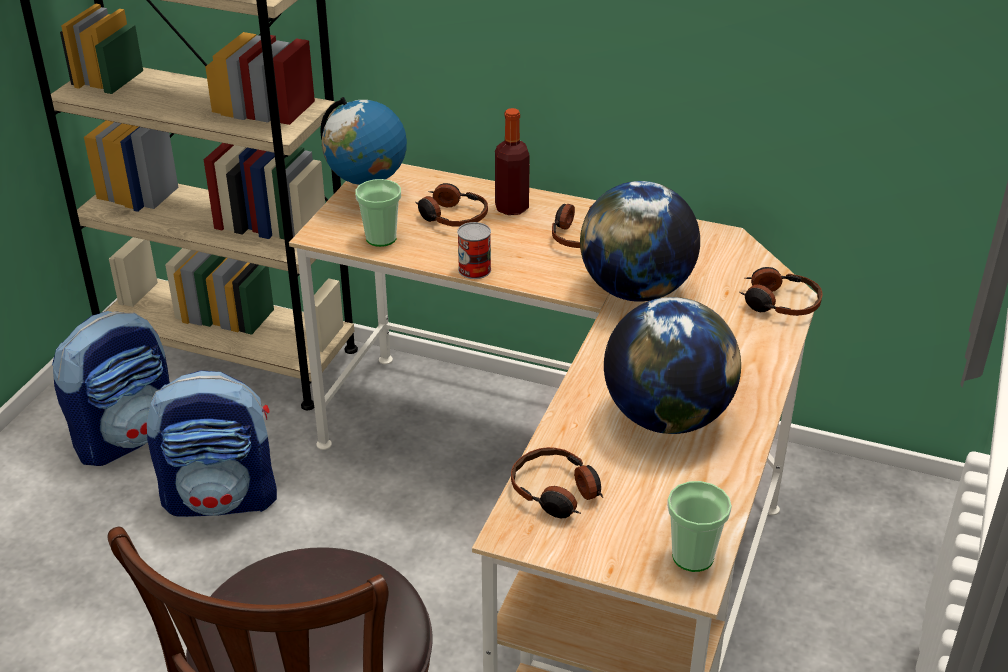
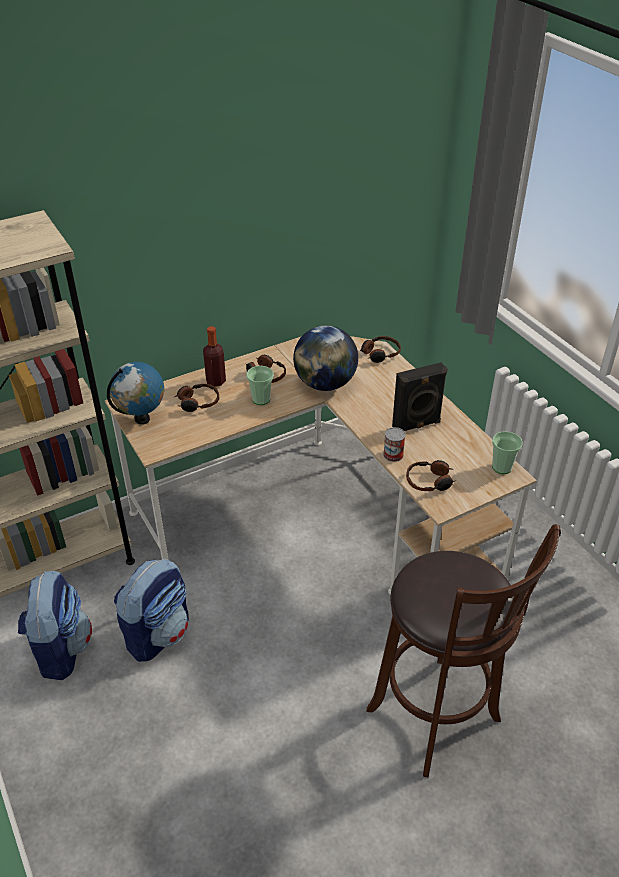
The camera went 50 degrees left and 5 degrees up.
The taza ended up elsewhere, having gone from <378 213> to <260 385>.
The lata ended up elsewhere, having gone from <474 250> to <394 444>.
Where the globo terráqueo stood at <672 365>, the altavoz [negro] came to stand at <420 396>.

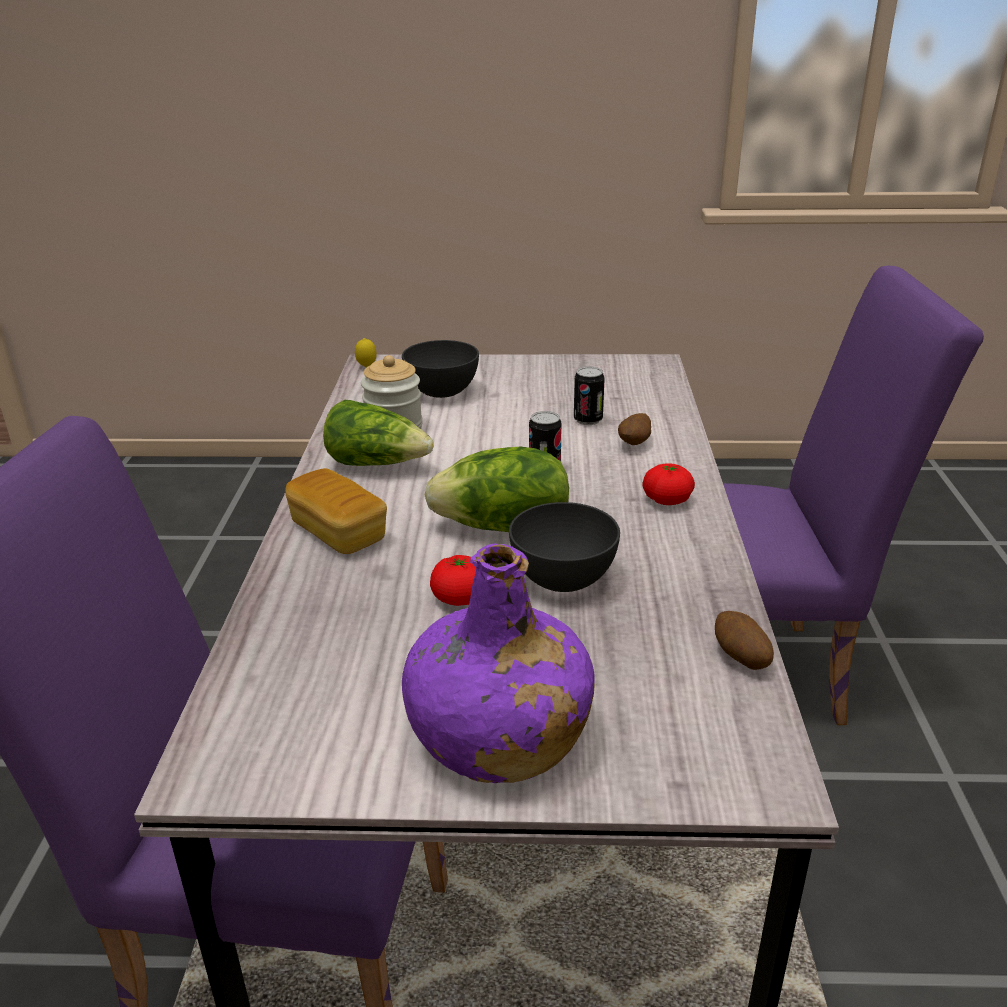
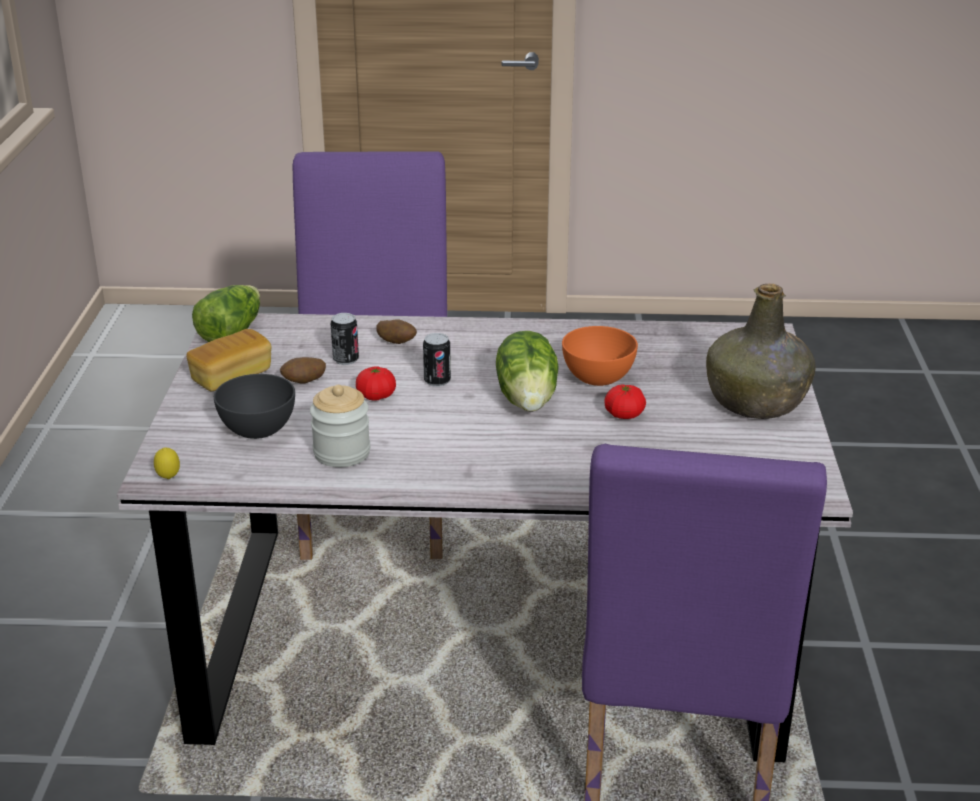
The camera went 90 degrees left and 0 degrees up.
The lechuga ended up elsewhere, having gone from <378 433> to <226 313>.
The tomate ended up elsewhere, having gone from <668 484> to <376 383>.
The pan ended up elsewhere, having gone from <336 511> to <229 360>.
What was the cuenco [gris] at <564 547> turned into the cuenco [naranja] at <600 356>.
What was the botella [morado] at <498 663> turned into the botella [verde] at <761 351>.
The patata ended up elsewhere, having gone from <744 640> to <303 370>.

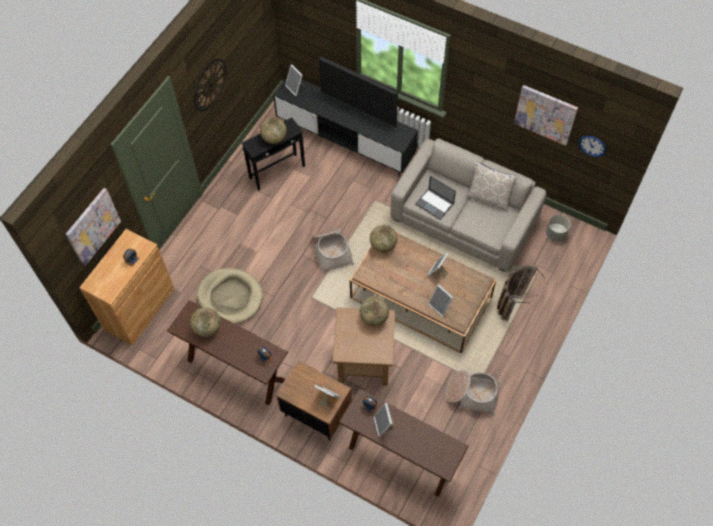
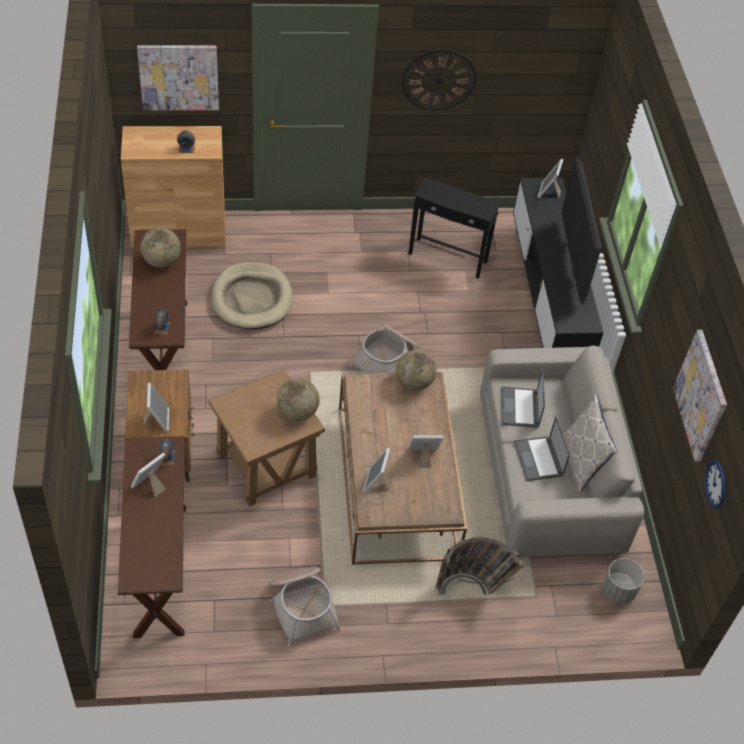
The camera went 50 degrees right and 10 degrees down.
The second view lost the globo terráqueo at <273 130>.
The second view gained the portátil at <542 448>.

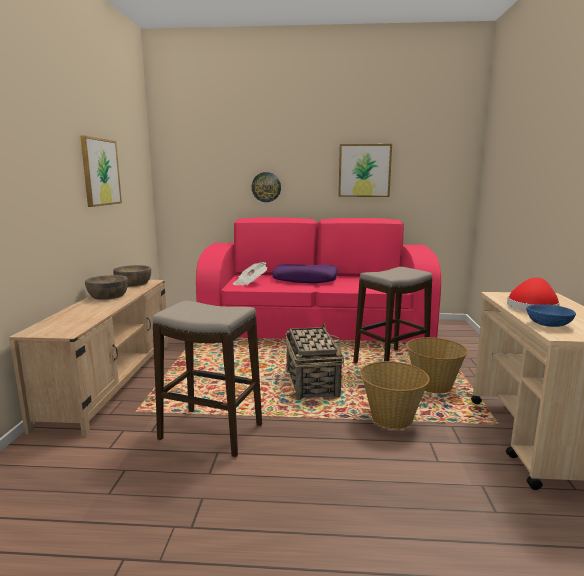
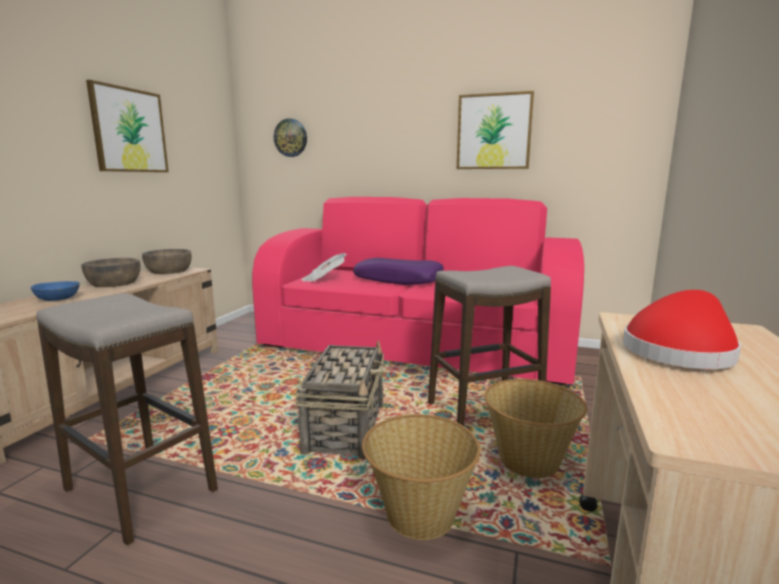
The camera went 15 degrees right and 0 degrees up.
The reloj de pared ended up elsewhere, having gone from <266 187> to <290 137>.
The cuenco [azul] ended up elsewhere, having gone from <551 315> to <55 291>.

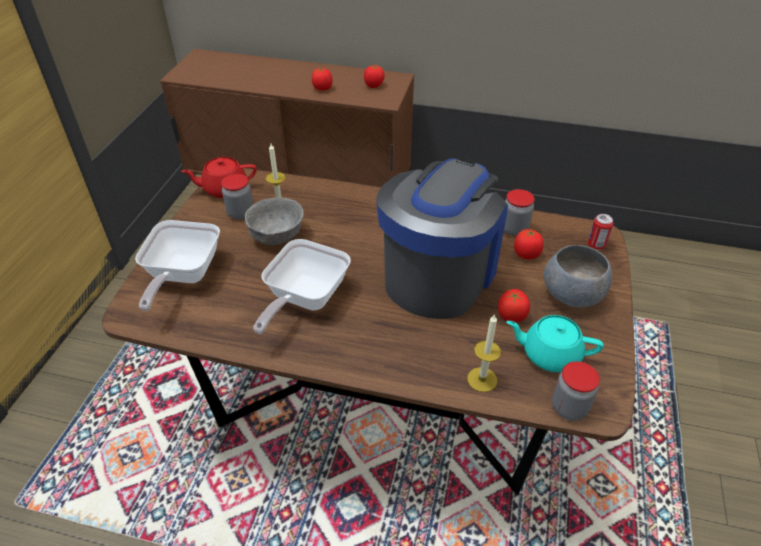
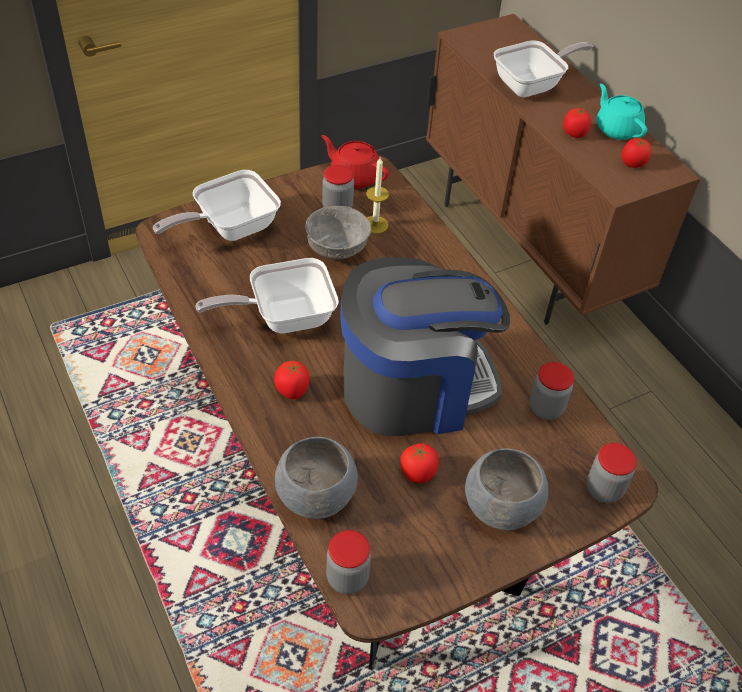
The camera went 45 degrees right and 5 degrees up.
Where the lata stood at <600 231>, the tarro came to stand at <611 473>.
The tomate ended up elsewhere, having gone from <528 243> to <292 380>.
Where the vela stood at <484 353>, the cuenco [gris] came to stand at <316 478>.
The tetera [turquesa] ended up elsewhere, having gone from <555 344> to <622 112>.
The second view gained the sartén at <543 68>.

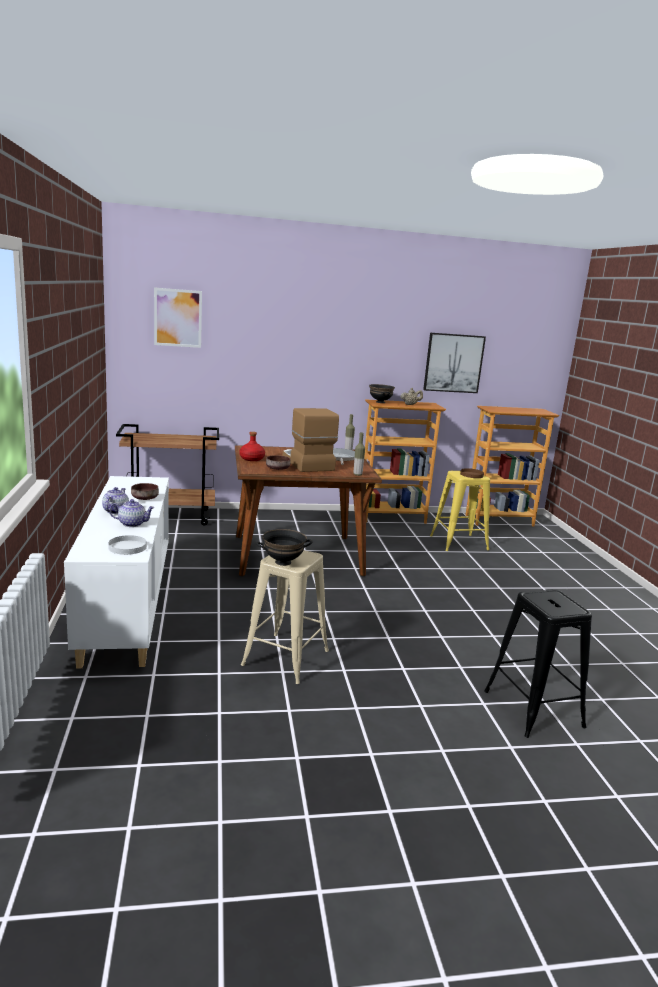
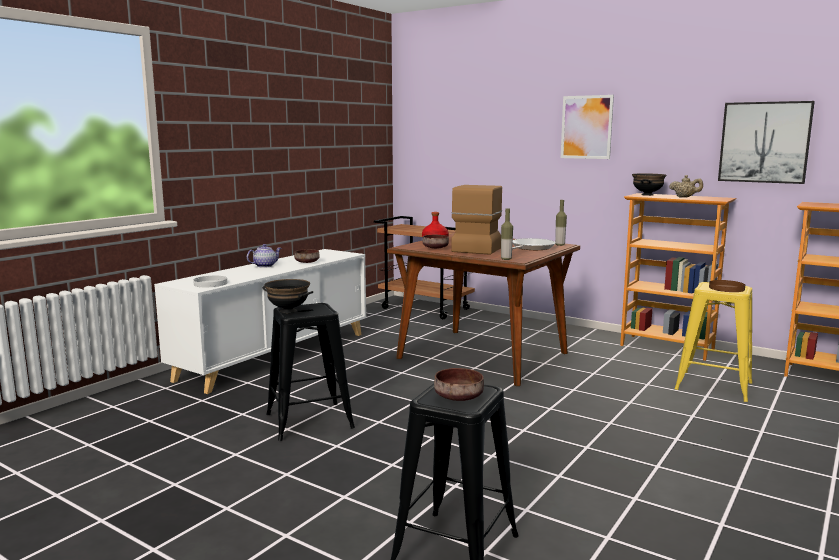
The camera went 45 degrees right and 5 degrees down.
The cuadro ended up elsewhere, having gone from <178 317> to <587 127>.
The second view lost the tetera at <132 513>.
What was the taburete [beis] at <285 617> turned into the taburete [negro] at <310 372>.
The second view gained the cuenco [marrón] at <459 384>.

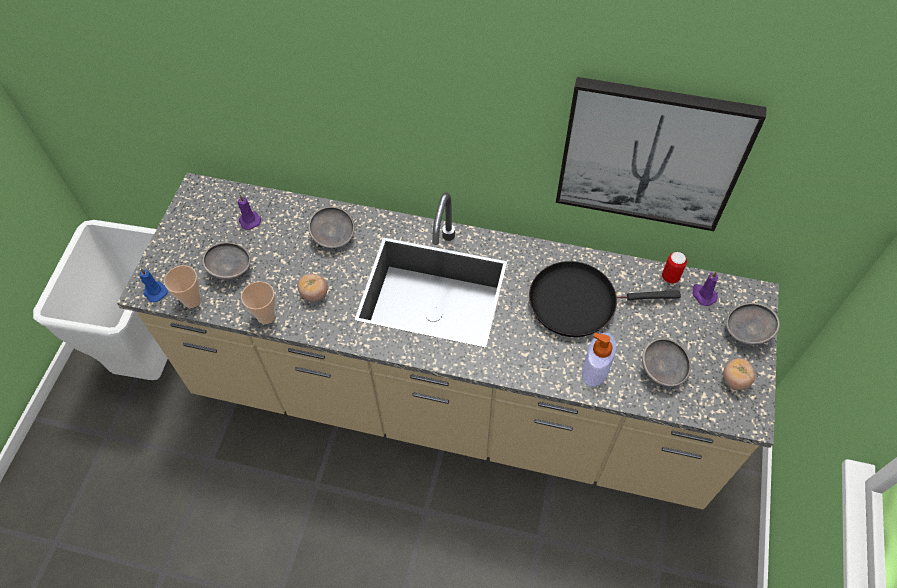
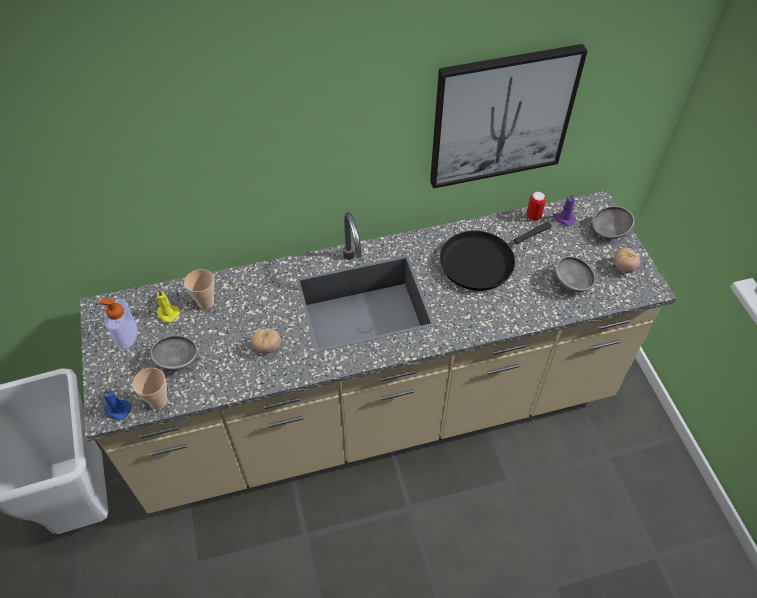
The camera went 30 degrees left and 5 degrees down.
What was the vela [morado] at <249 212> turned into the vela [amarillo] at <168 306>.
The second view lost the cuenco [gris] at <331 227>.
The taza ended up elsewhere, having gone from <258 302> to <199 289>.
The dispensador de jabón ended up elsewhere, having gone from <599 360> to <118 324>.

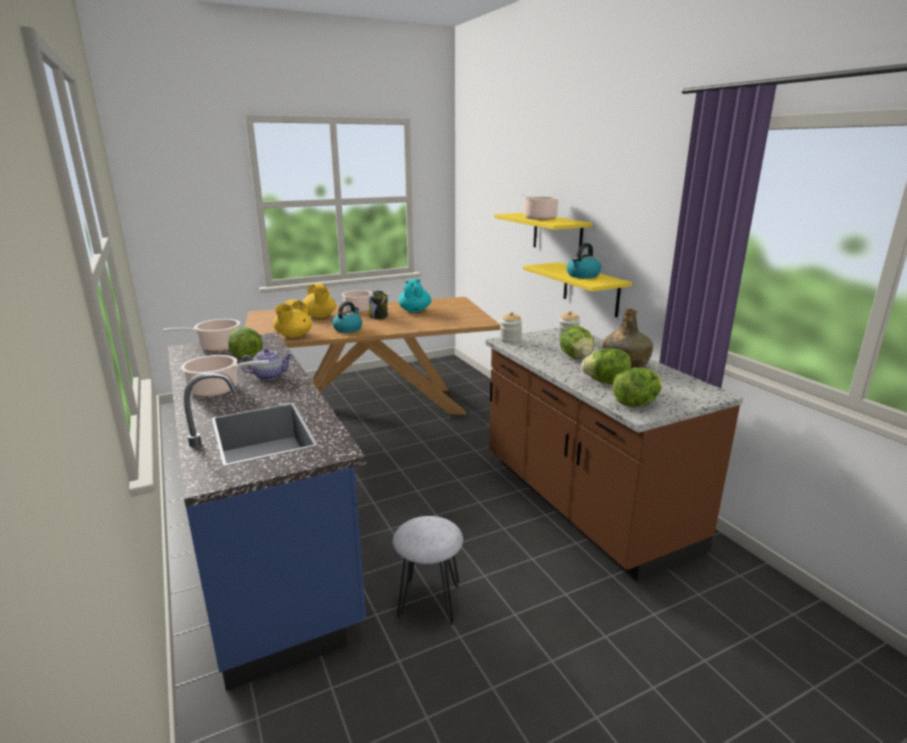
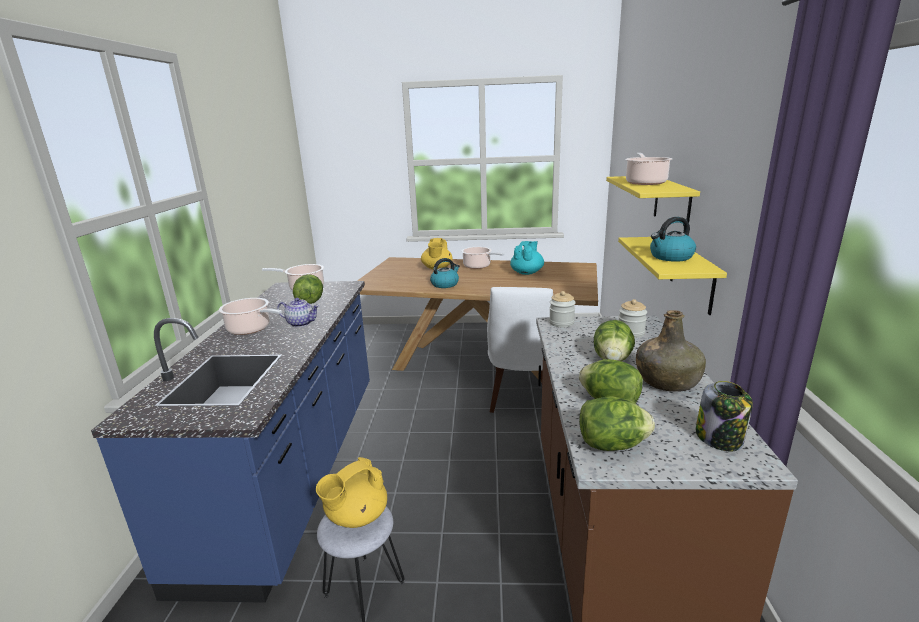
The camera went 30 degrees right and 0 degrees up.
The tarro ended up elsewhere, having gone from <378 304> to <724 416>.
The tetera [amarillo] ended up elsewhere, having gone from <292 318> to <351 492>.
The second view gained the silla [blanco] at <520 350>.

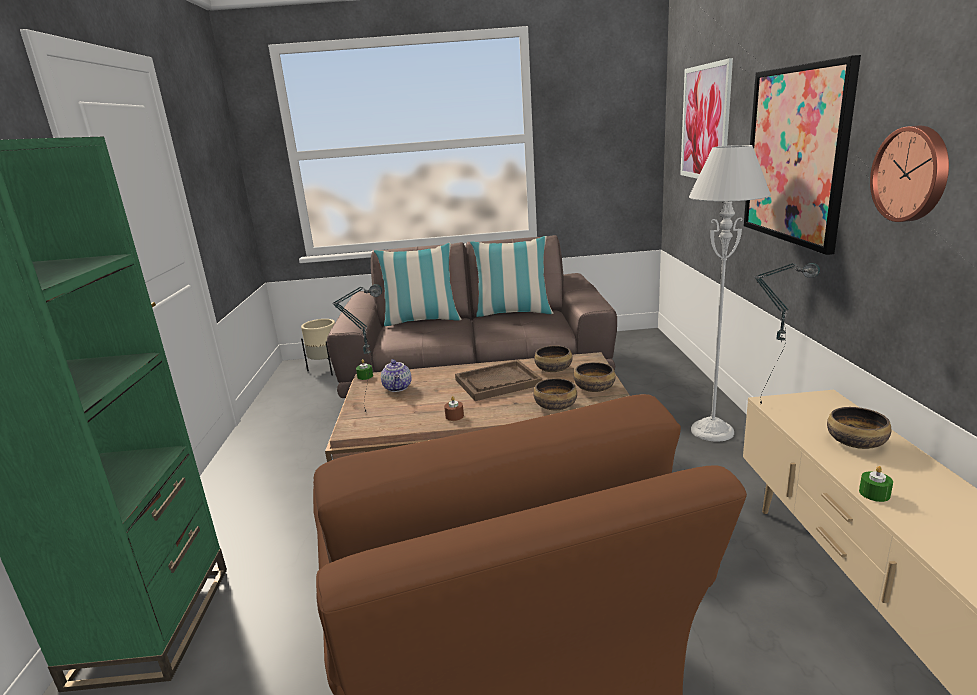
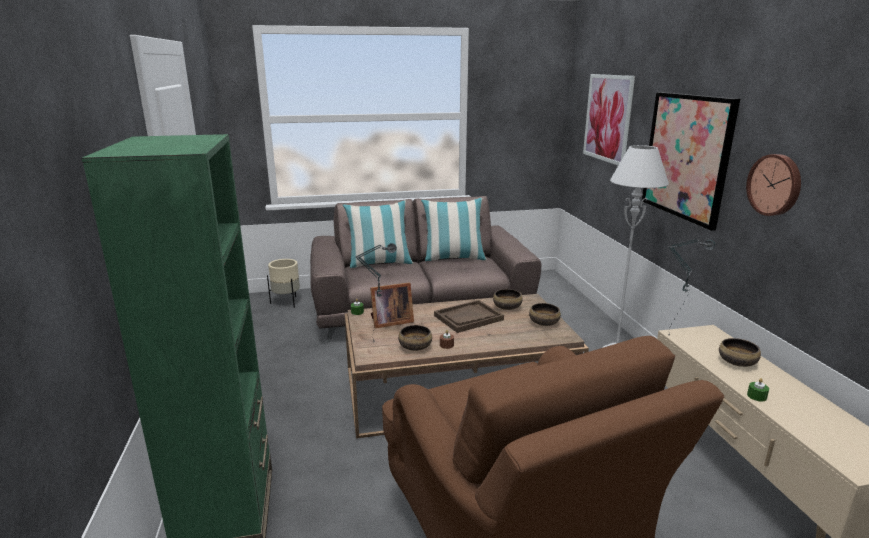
The camera went 10 degrees left and 0 degrees up.
Where the tetera stood at <396 375>, the portarretratos came to stand at <392 305>.
The cuenco ended up elsewhere, having gone from <555 394> to <415 338>.

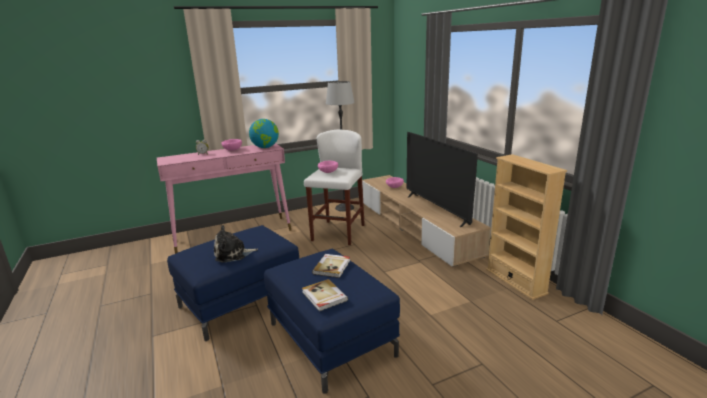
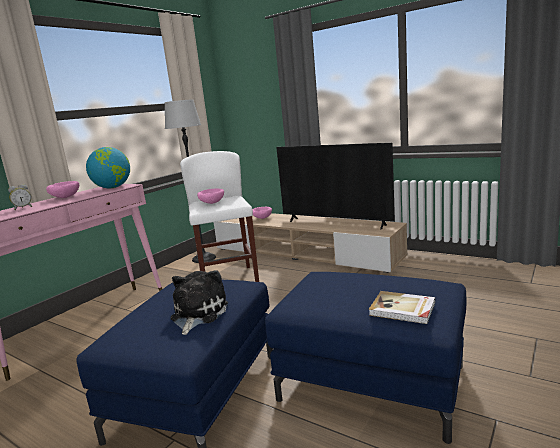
The camera went 30 degrees left and 5 degrees down.
The second view lost the estantería [beis] at <526 227>.
The peluche at <236 244> ended up facing another way, 150 degrees clockwise from before.
The second view lost the libro at <331 266>.

